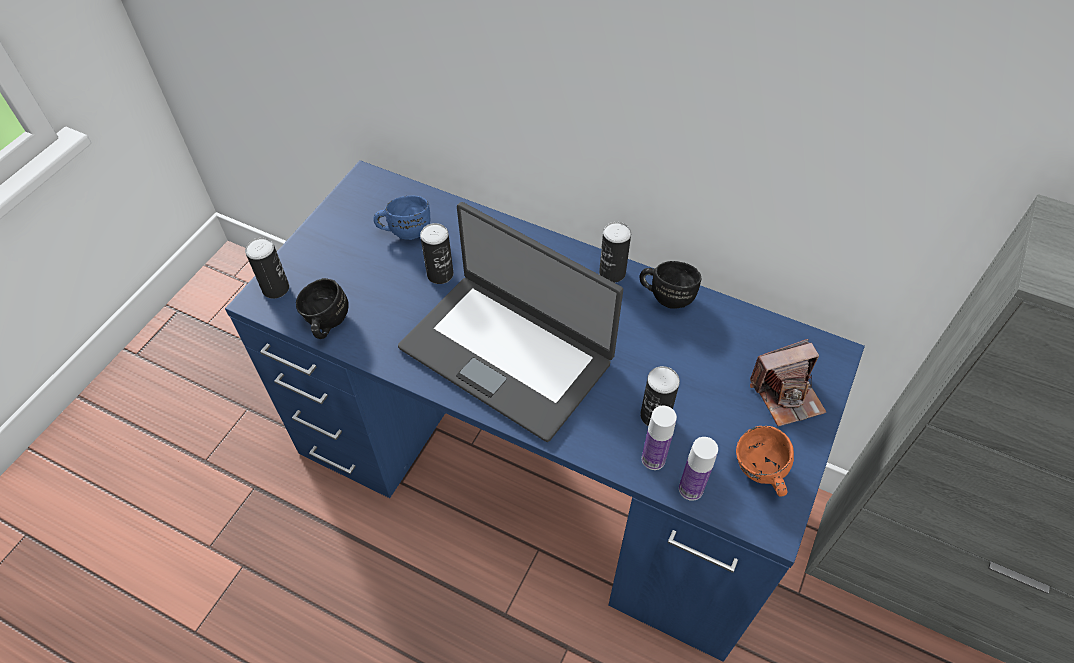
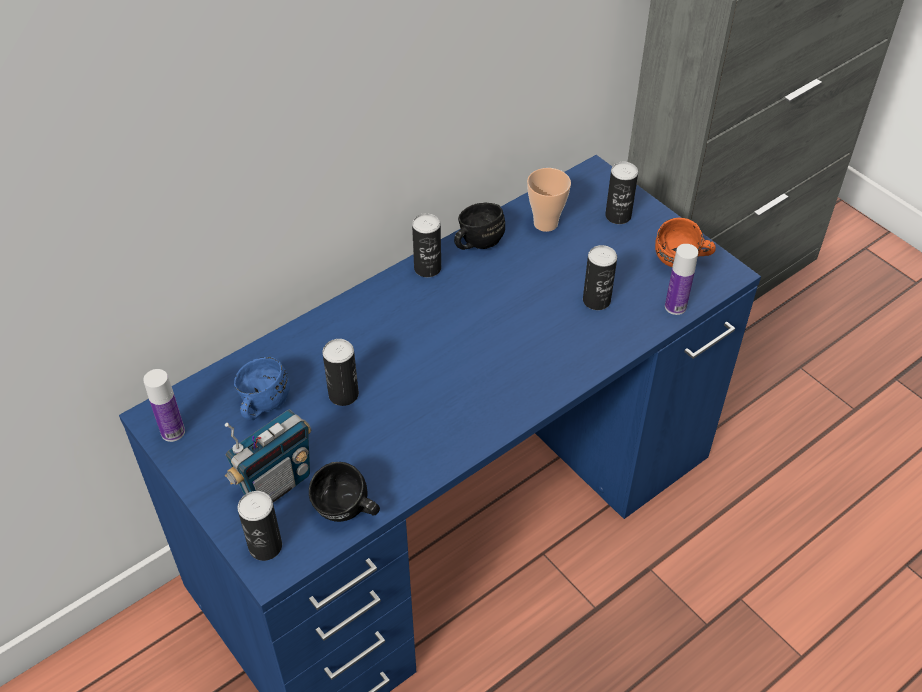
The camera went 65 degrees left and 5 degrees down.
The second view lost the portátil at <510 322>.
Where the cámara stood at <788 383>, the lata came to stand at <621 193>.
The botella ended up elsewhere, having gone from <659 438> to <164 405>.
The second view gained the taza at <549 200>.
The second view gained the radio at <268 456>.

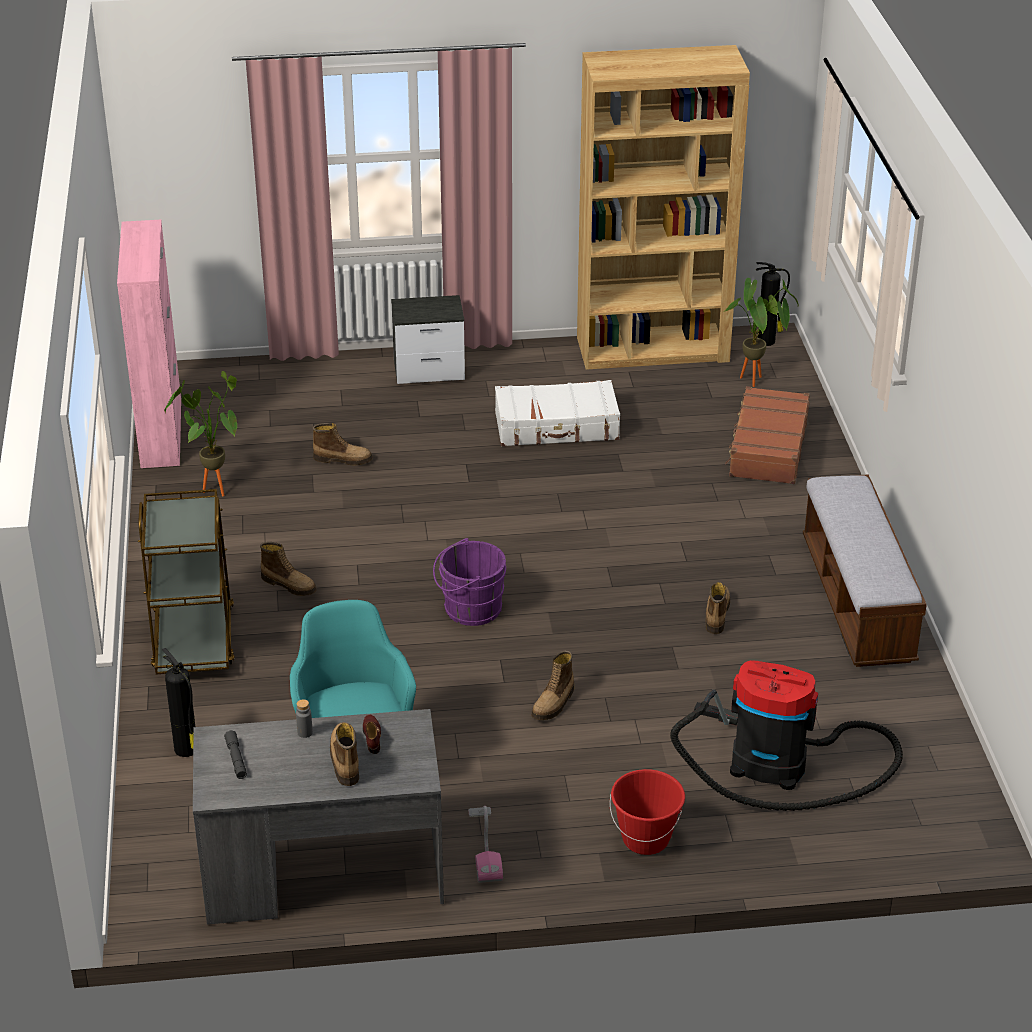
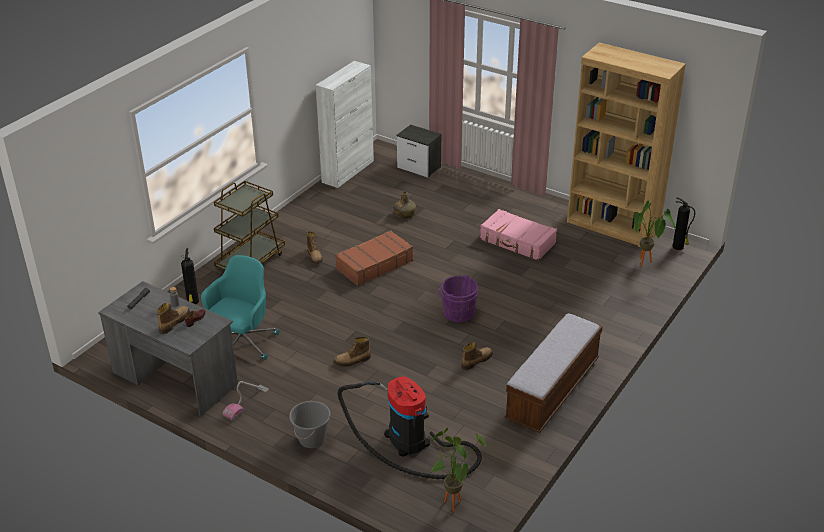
The camera went 40 degrees right and 0 degrees up.
What was the armario [rosa] at <149 344> turned into the armario [blanco] at <345 124>.
The mesita de noche ended up elsewhere, having gone from <428 339> to <419 151>.
The planta en maceta ended up elsewhere, having gone from <200 434> to <459 470>.
What was the maleta [blanco] at <557 413> turned into the maleta [rosa] at <518 235>.
The maleta [marrón] ended up elsewhere, having gone from <767 435> to <374 258>.
Where the bota stood at <343 444>, the botella [verde] came to stand at <405 205>.
The cubo [morado] ended up elsewhere, having gone from <469 582> to <457 298>.
What was the cubo [rojo] at <647 812> turned into the cubo [gris] at <310 424>.

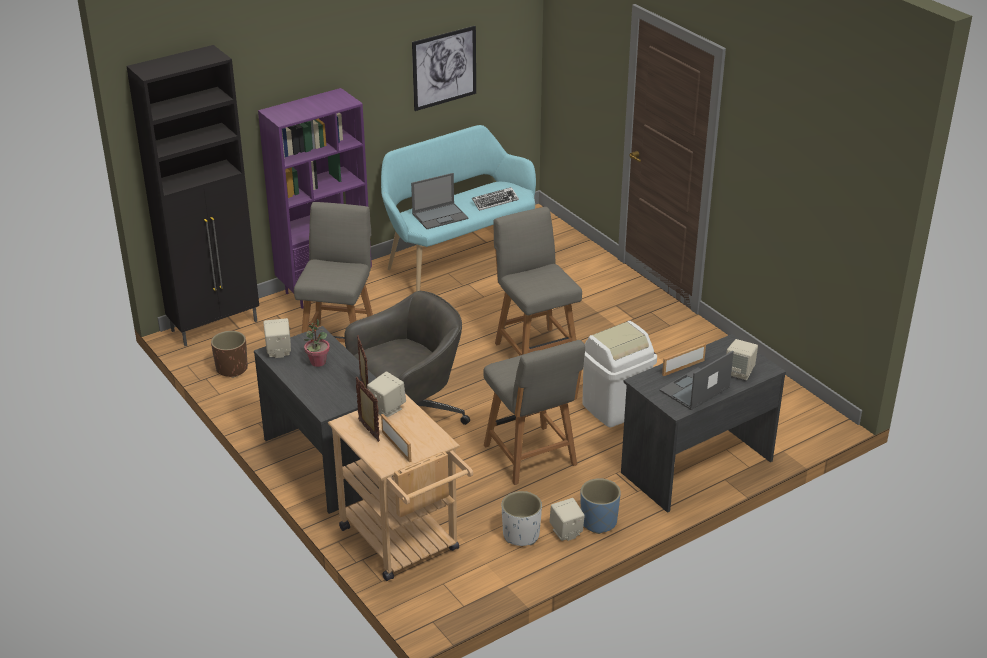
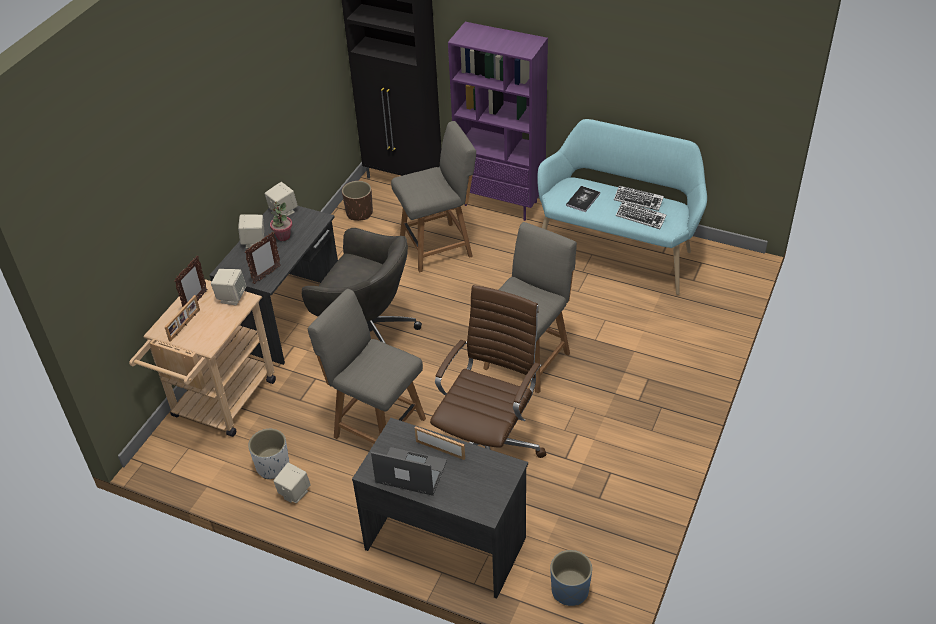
The camera went 60 degrees right and 10 degrees up.
The second view lost the cuadro at <444 68>.
Where the portátil stood at <440 201>, the libro came to stand at <583 199>.
Where the papelera [blanco] stood at <620 374>, the silla de oficina [marrón] came to stand at <488 371>.
The altavoz [beis] ended up elsewhere, having gone from <742 359> to <251 231>.
The silla [gris] at <534 412> ended up facing another way, 90 degrees clockwise from before.
The maceta [azul] ended up elsewhere, having gone from <601 506> to <571 578>.
The second view gained the teclado at <639 198>.

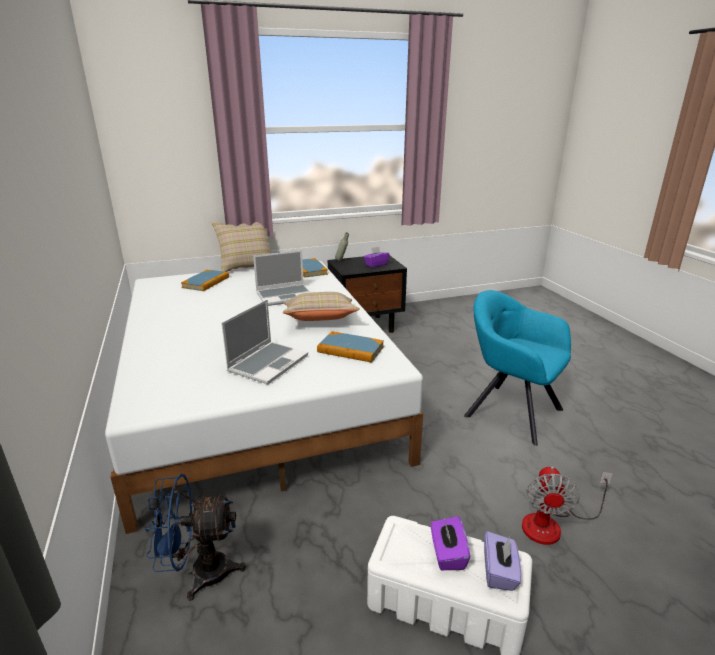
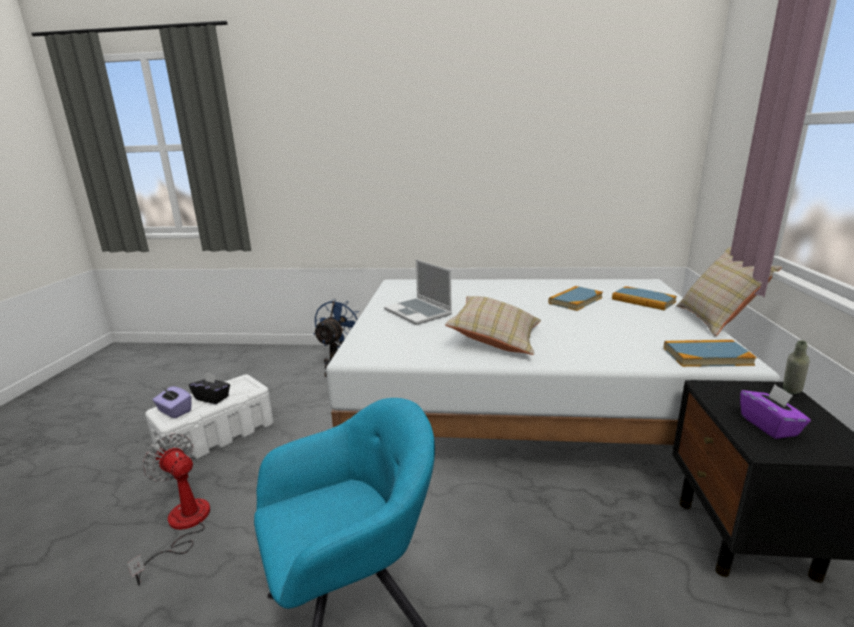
The camera went 115 degrees right and 5 degrees down.
The second view lost the portátil at <282 278>.
The libro ended up elsewhere, having gone from <350 347> to <575 298>.
What was the caja de pañuelos [morado] at <450 543> turned into the caja de pañuelos [negro] at <209 388>.

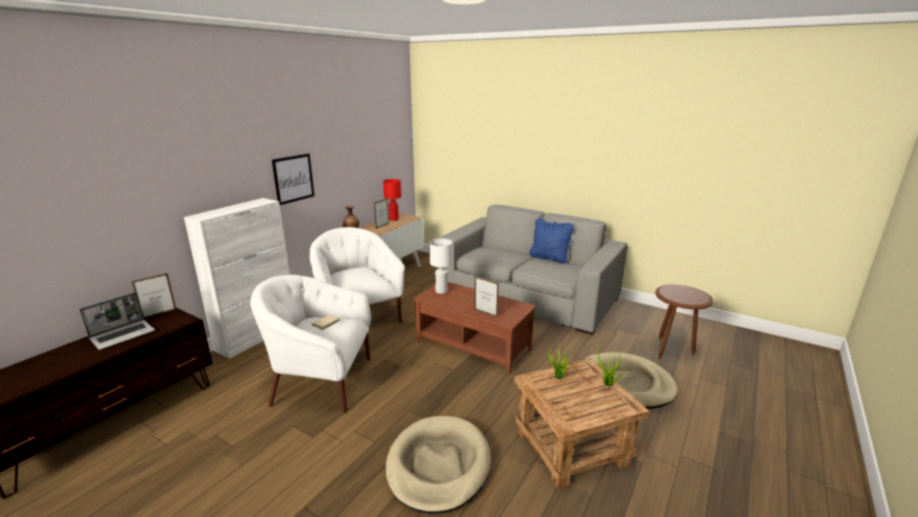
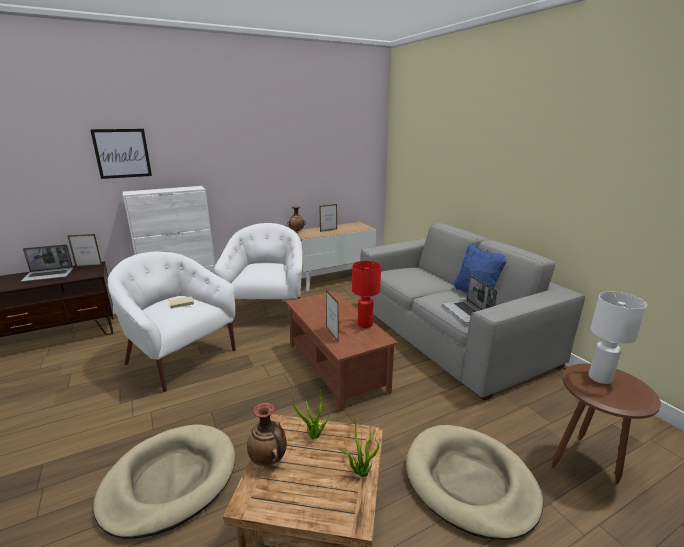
The camera went 30 degrees right and 0 degrees up.
The cuadro ended up elsewhere, having gone from <293 179> to <121 154>.
The lámpara de mesa [rojo] ended up elsewhere, having gone from <392 200> to <366 294>.
The lámpara de mesa [blanco] ended up elsewhere, having gone from <441 266> to <618 338>.
The second view gained the portátil at <469 299>.
The second view gained the florero at <267 434>.

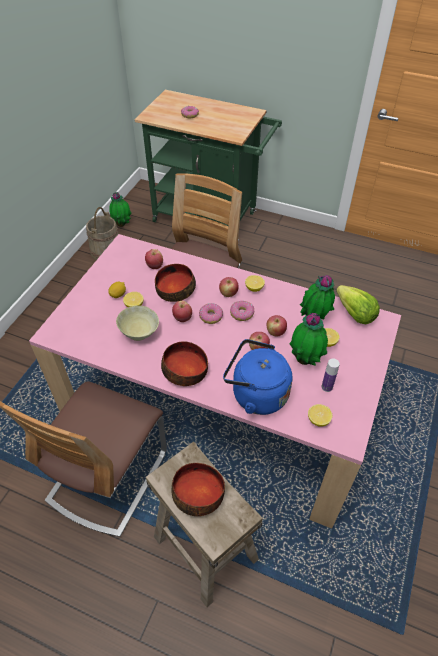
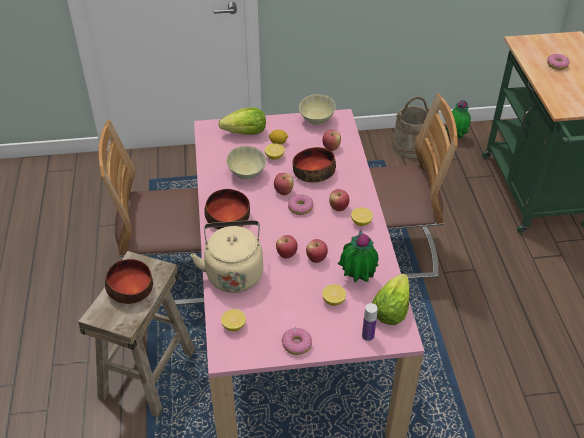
The camera went 60 degrees right and 5 degrees down.
The rosquilla ended up elsewhere, having gone from <242 311> to <296 341>.
The second view lost the planta en maceta at <309 339>.
What was the hervidor [azul] at <257 377> turned into the hervidor [beis] at <226 256>.
The botella ended up elsewhere, having gone from <331 375> to <370 322>.
The second view gained the cuenco [beis] at <317 109>.
The second view gained the lechuga at <242 121>.

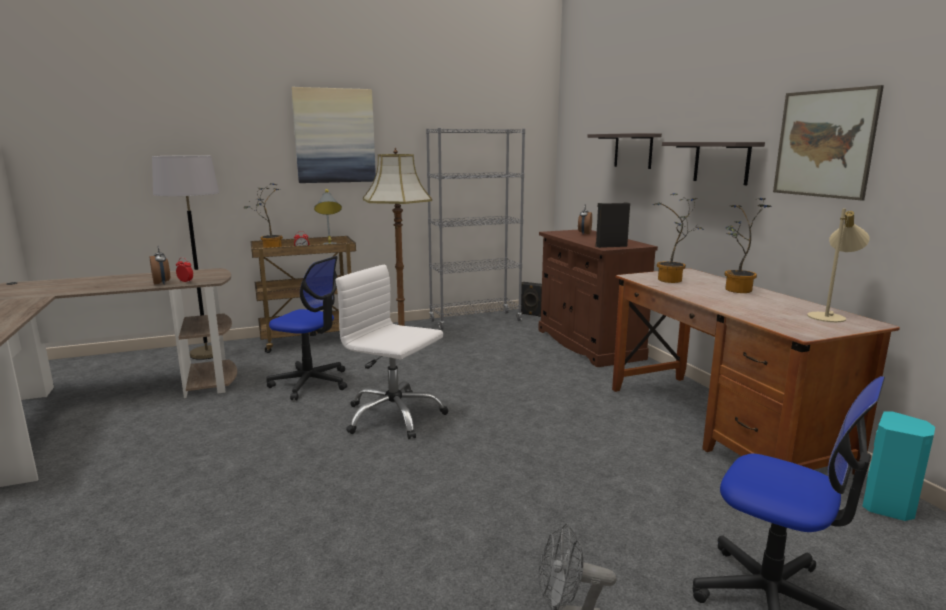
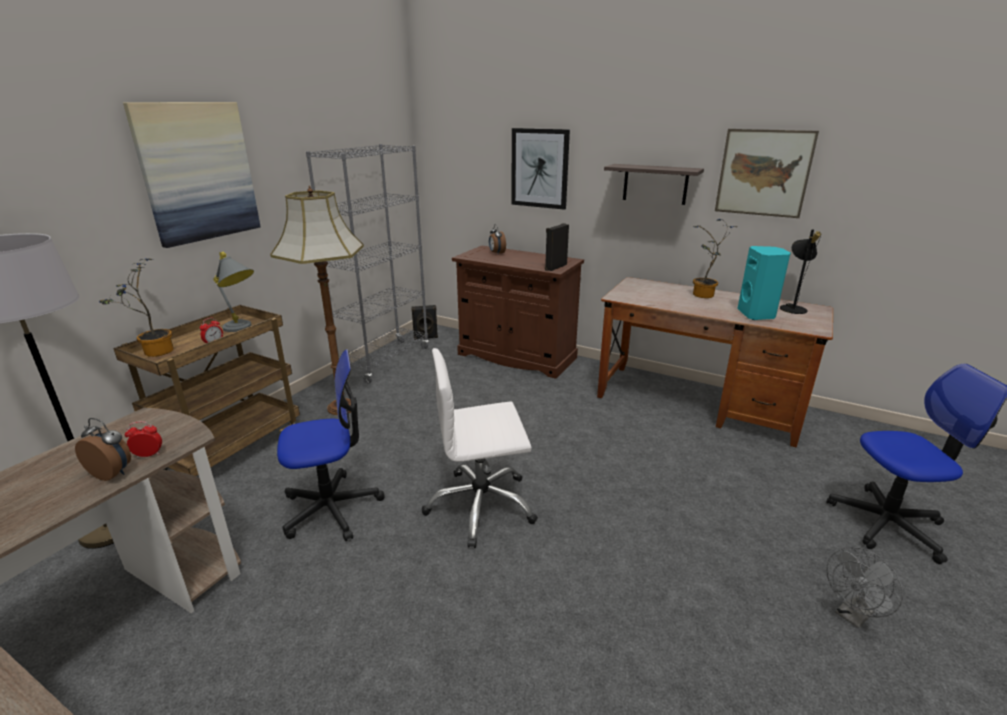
The camera went 40 degrees left and 10 degrees up.
Where the estante hung at <624 151>, the cuadro came to hang at <540 169>.
The second view lost the planta en maceta at <678 238>.
What was the lámpara de mesa [beis] at <838 265> turned into the lámpara de mesa [negro] at <800 271>.
The altavoz [turquesa] ended up elsewhere, having gone from <898 466> to <764 283>.

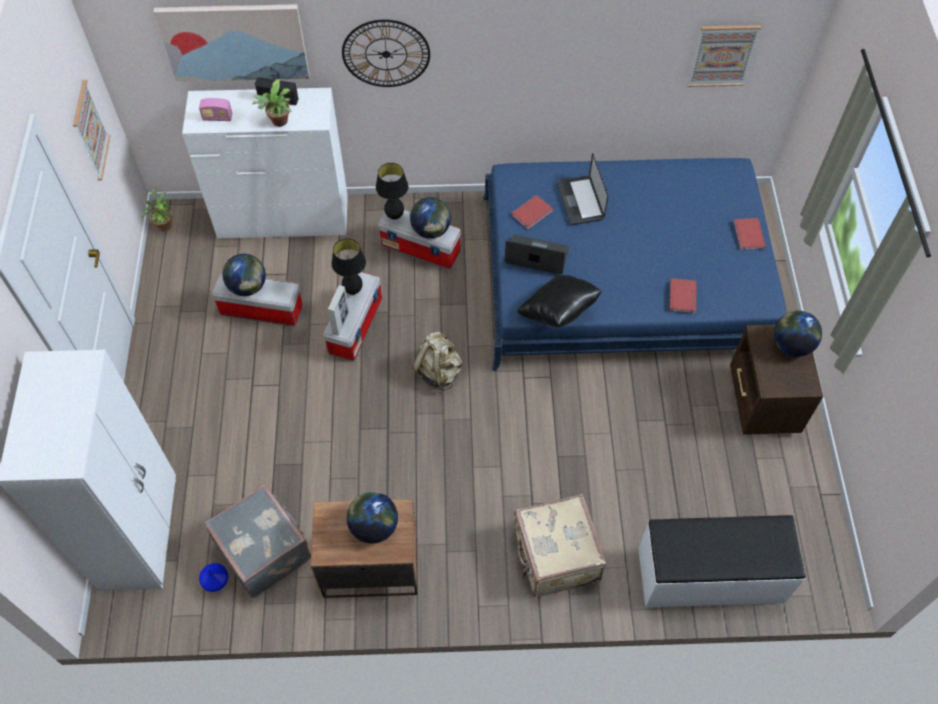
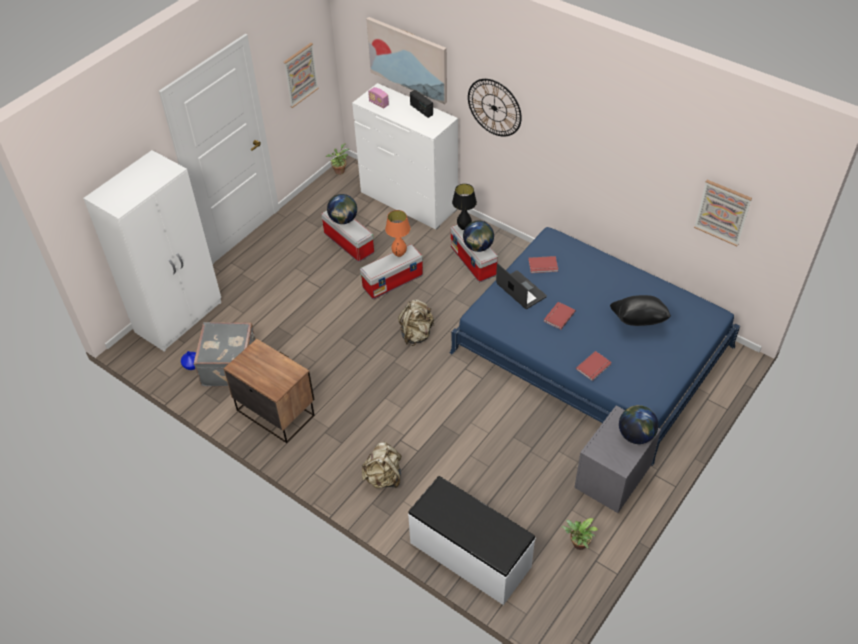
The camera went 40 degrees right and 10 degrees down.
The planta en maceta ended up elsewhere, having gone from <271 103> to <579 534>.
The second view lost the portátil at <582 189>.
The libro [rojo] ended up elsewhere, having gone from <749 234> to <560 316>.
What was the lámpara de mesa [negro] at <348 266> turned into the lámpara de mesa [naranja] at <397 233>.
The cojín [negro] ended up elsewhere, having gone from <560 301> to <640 310>.
The second view lost the portarretratos at <338 310>.
What was the mesita de noche [marrón] at <776 380> turned into the mesita de noche [gris] at <617 459>.
The second view lost the globo terráqueo at <372 518>.
Where the maleta [beis] stood at <560 545>, the mochila [beis] came to stand at <381 465>.

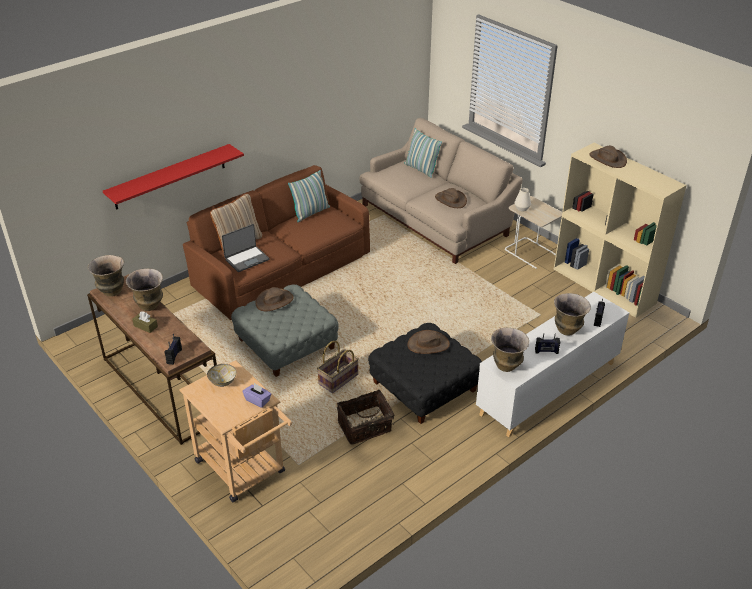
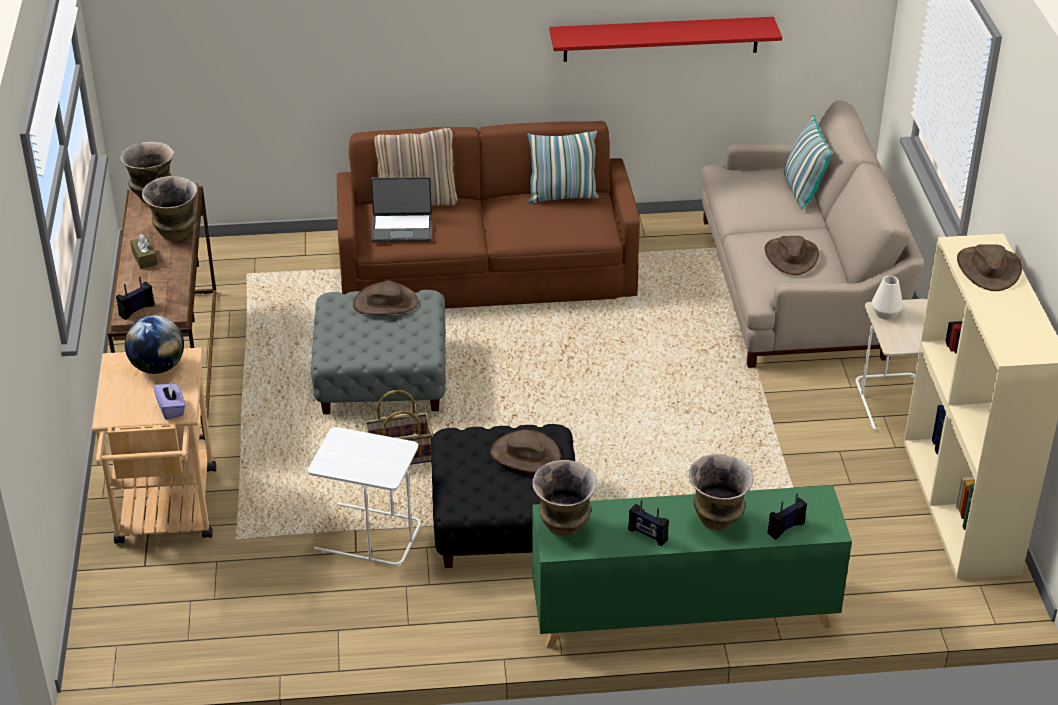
The camera went 35 degrees right and 0 degrees up.
The estante [rojo] ended up elsewhere, having gone from <173 177> to <665 39>.
What was the armario [blanco] at <552 364> turned into the armario [verde] at <692 566>.
Where the cuenco stood at <221 375>, the globo terráqueo came to stand at <154 344>.
Where the cesta stood at <366 417>, the mesa auxiliar [blanco] came to stand at <364 496>.

